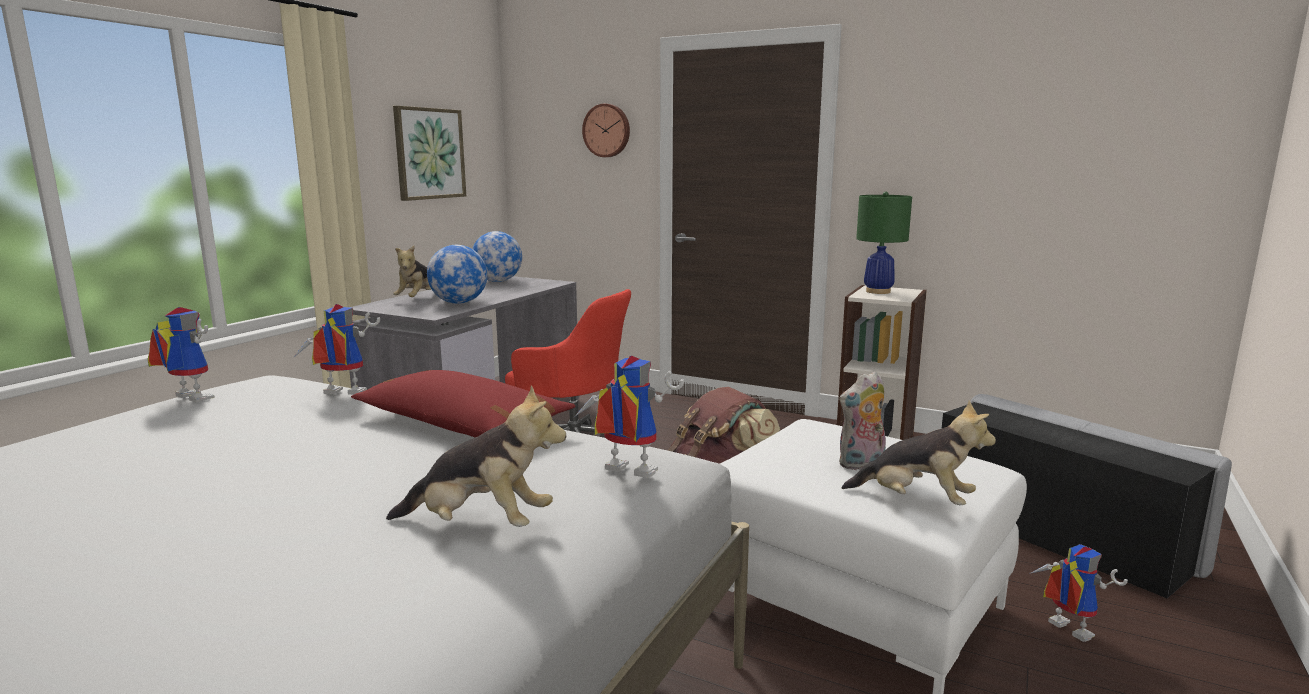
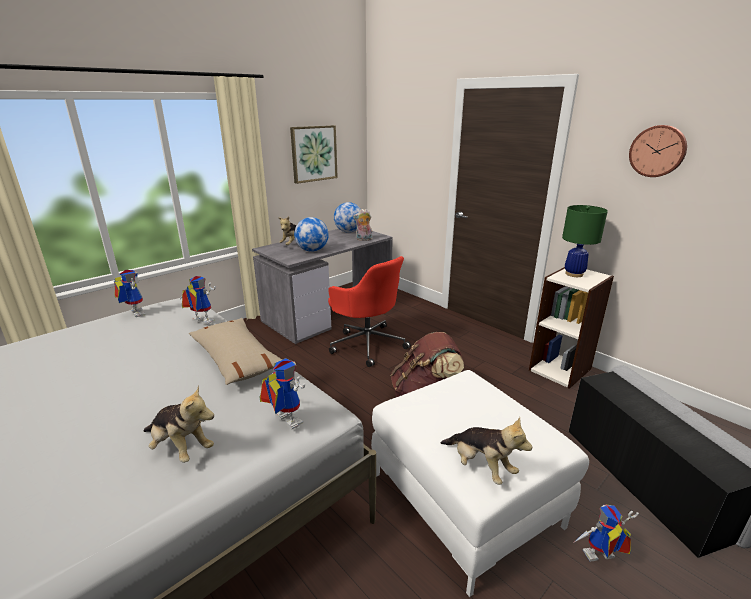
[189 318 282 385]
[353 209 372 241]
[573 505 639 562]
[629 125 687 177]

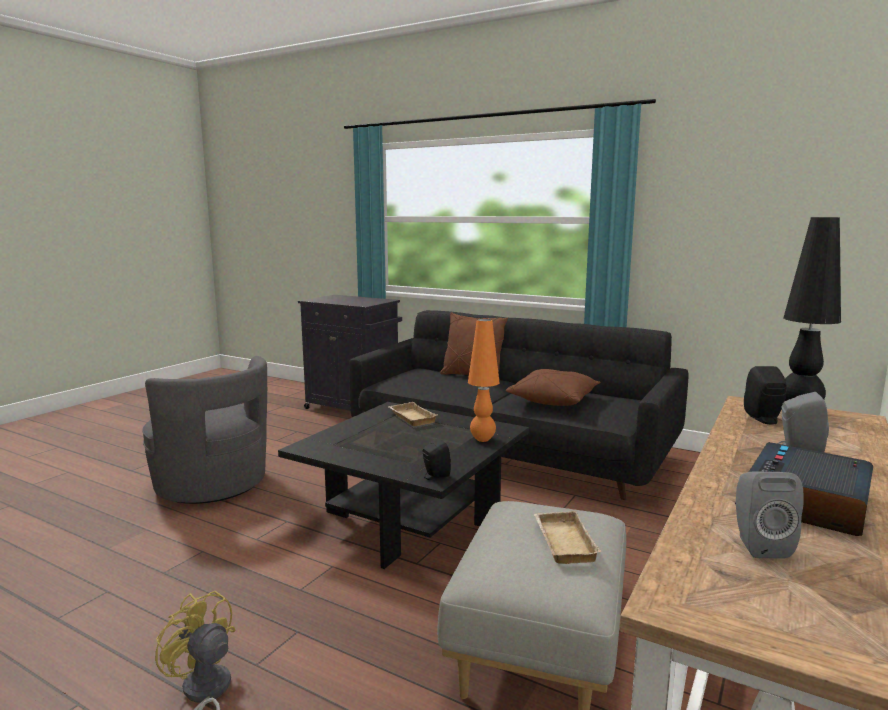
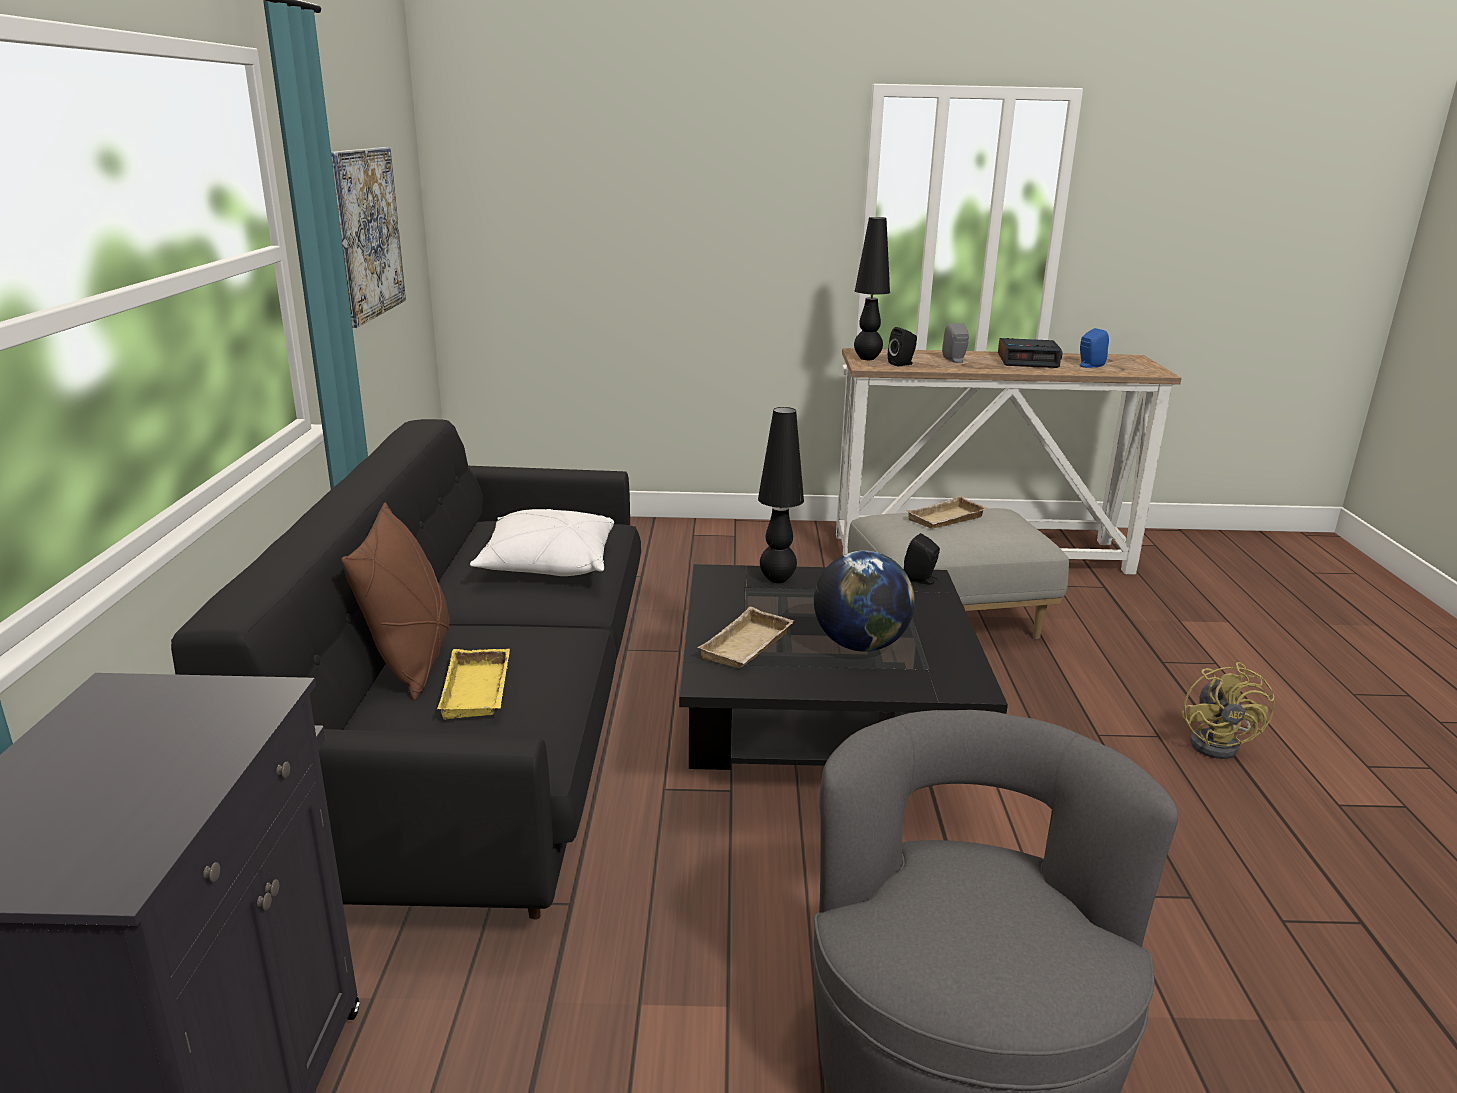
[331 147 406 328]
[437 649 510 719]
[470 509 614 576]
[758 407 804 583]
[814 551 915 652]
[1080 328 1109 368]

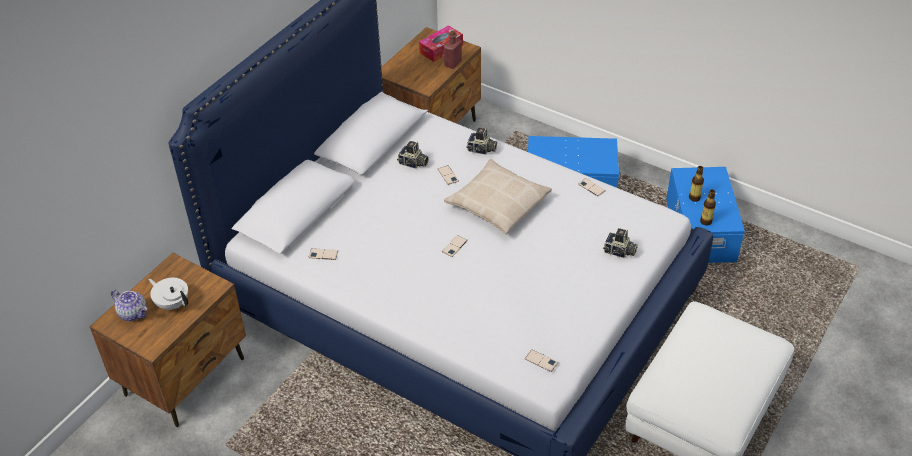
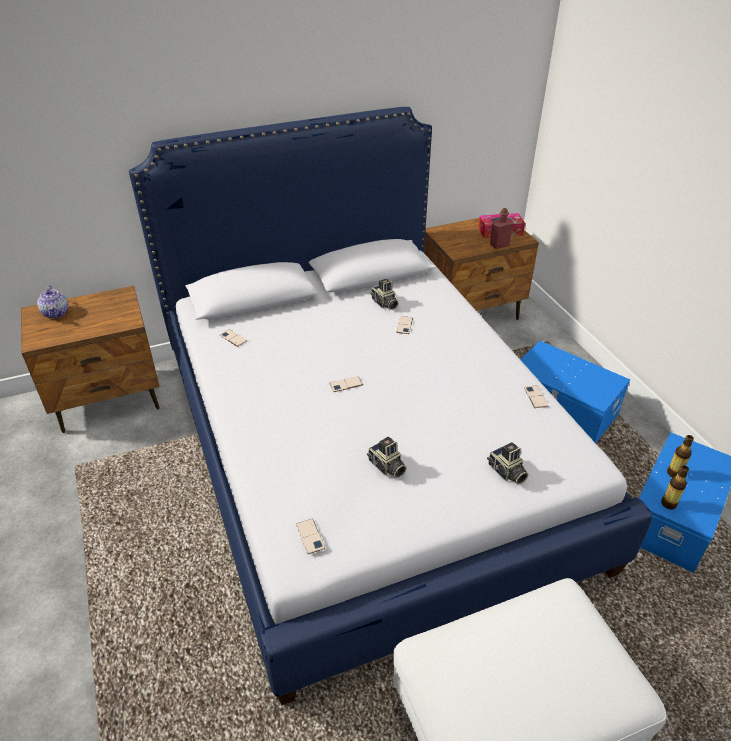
[367 437 407 478]
[149 278 188 310] (first image)
[444 159 552 235] (first image)

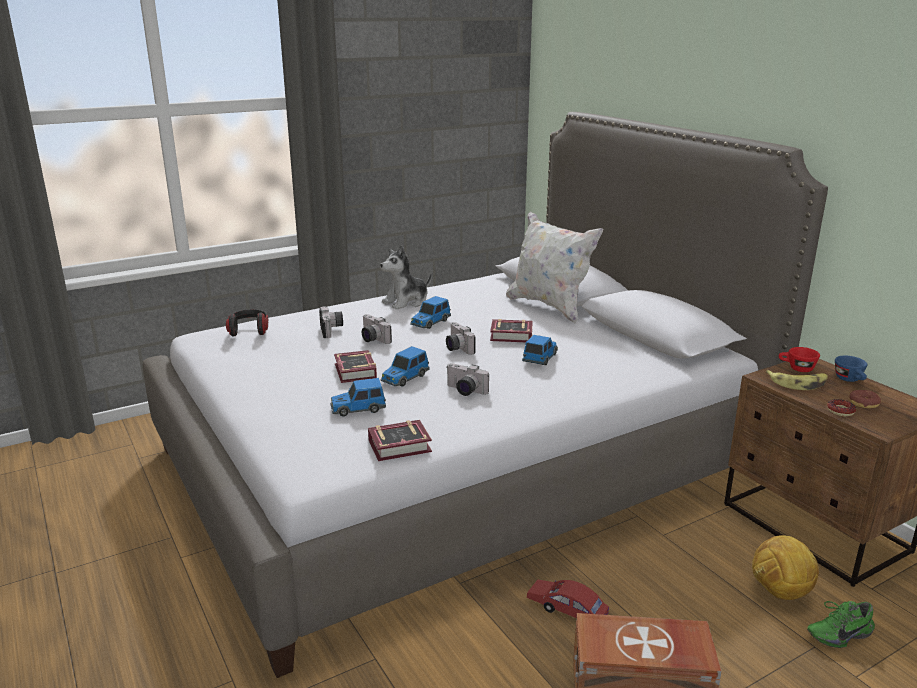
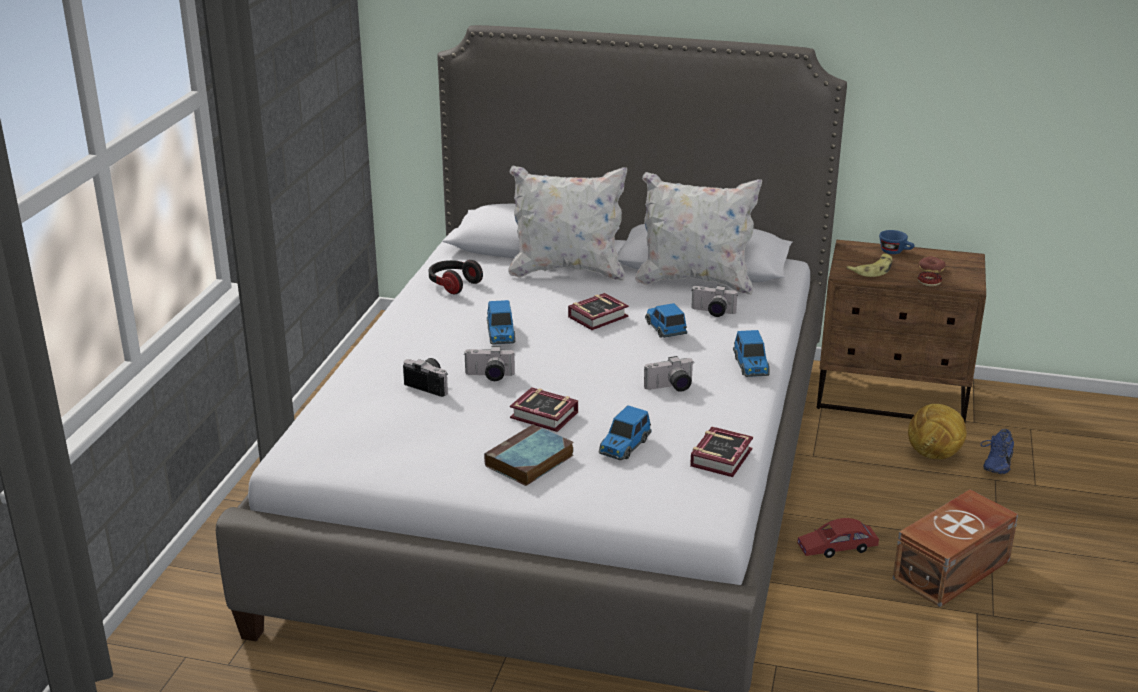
[429 260 483 294]
[484 424 574 486]
[635 172 762 295]
[691 285 737 317]
[733 330 770 377]
[980 429 1014 474]
[380 245 432 310] (first image)
[779 347 820 372] (first image)

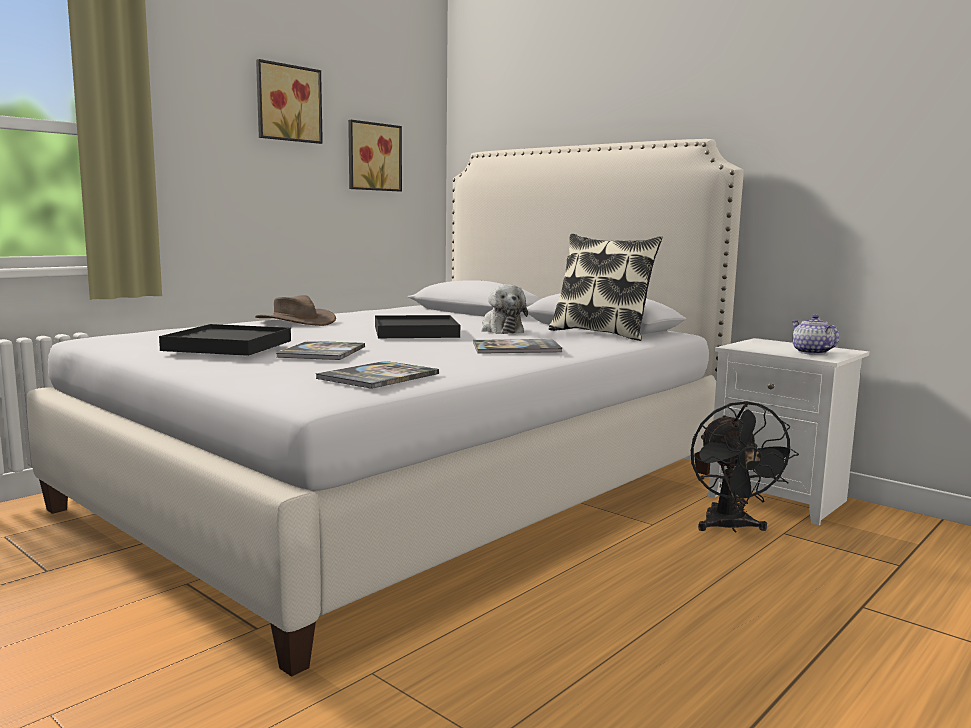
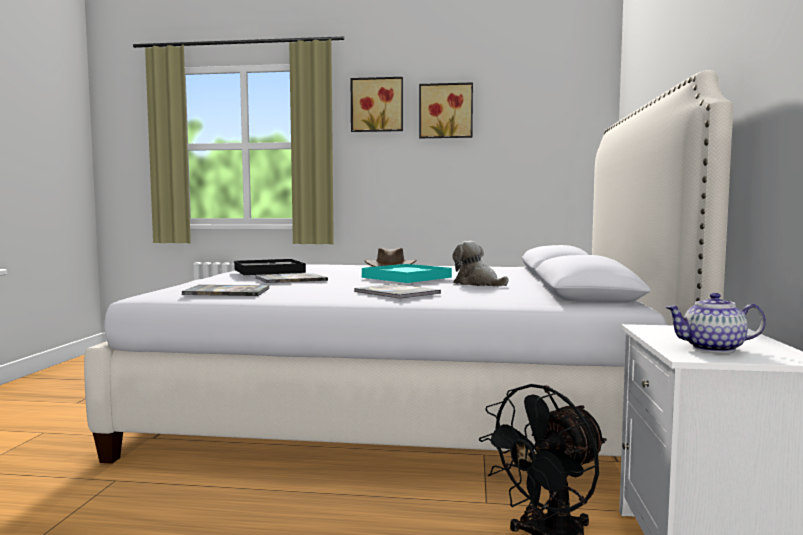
[351 77 403 132]
[362 264 452 283]
[452 241 509 286]
[665 293 766 353]
[549 234 662 341] (first image)

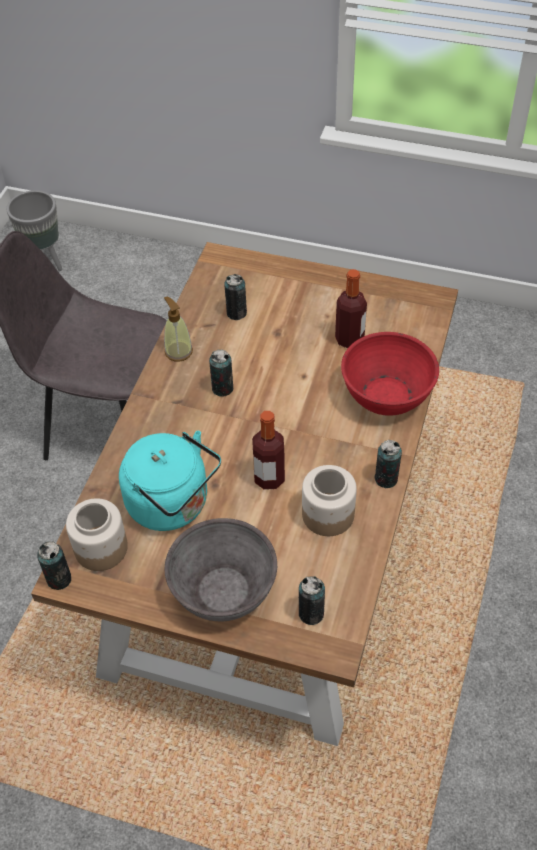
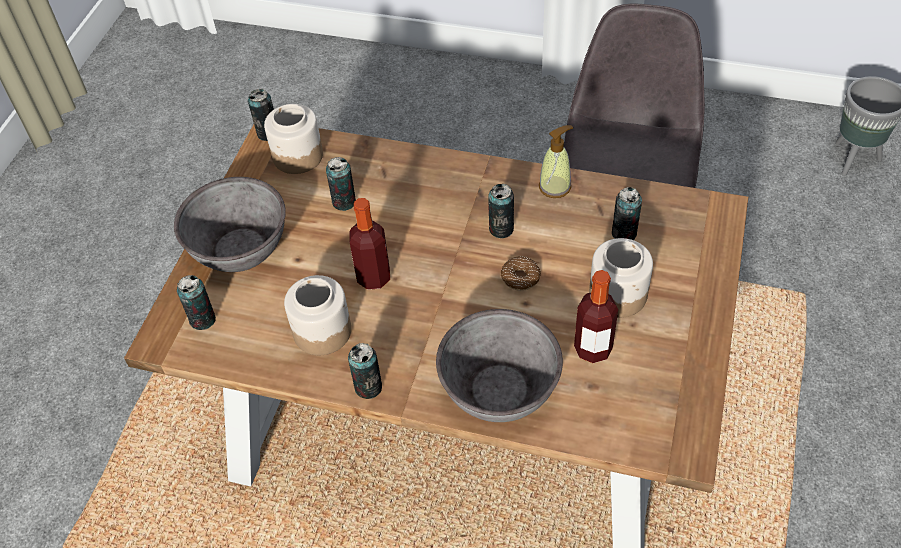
[326 157 356 211]
[436 309 563 422]
[501 256 541 291]
[589 238 653 318]

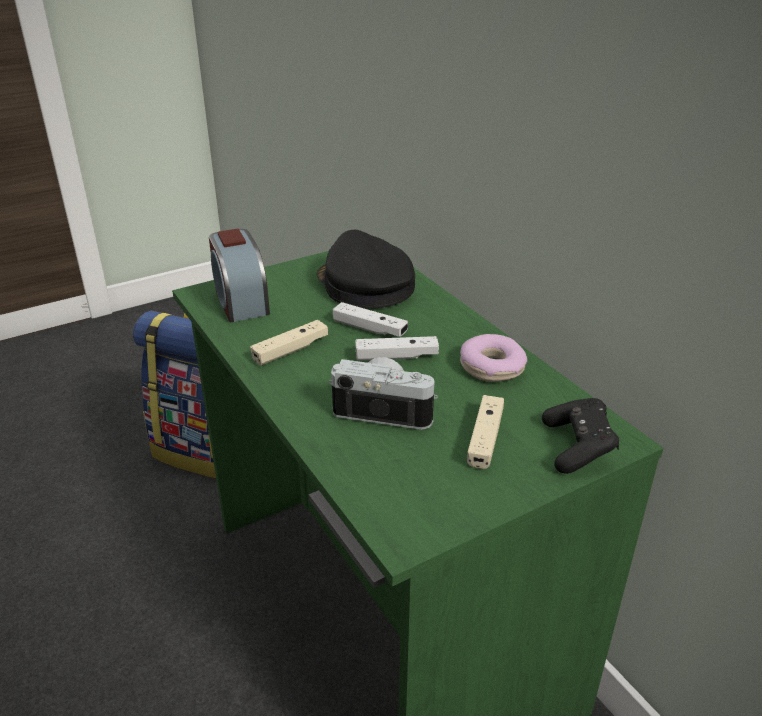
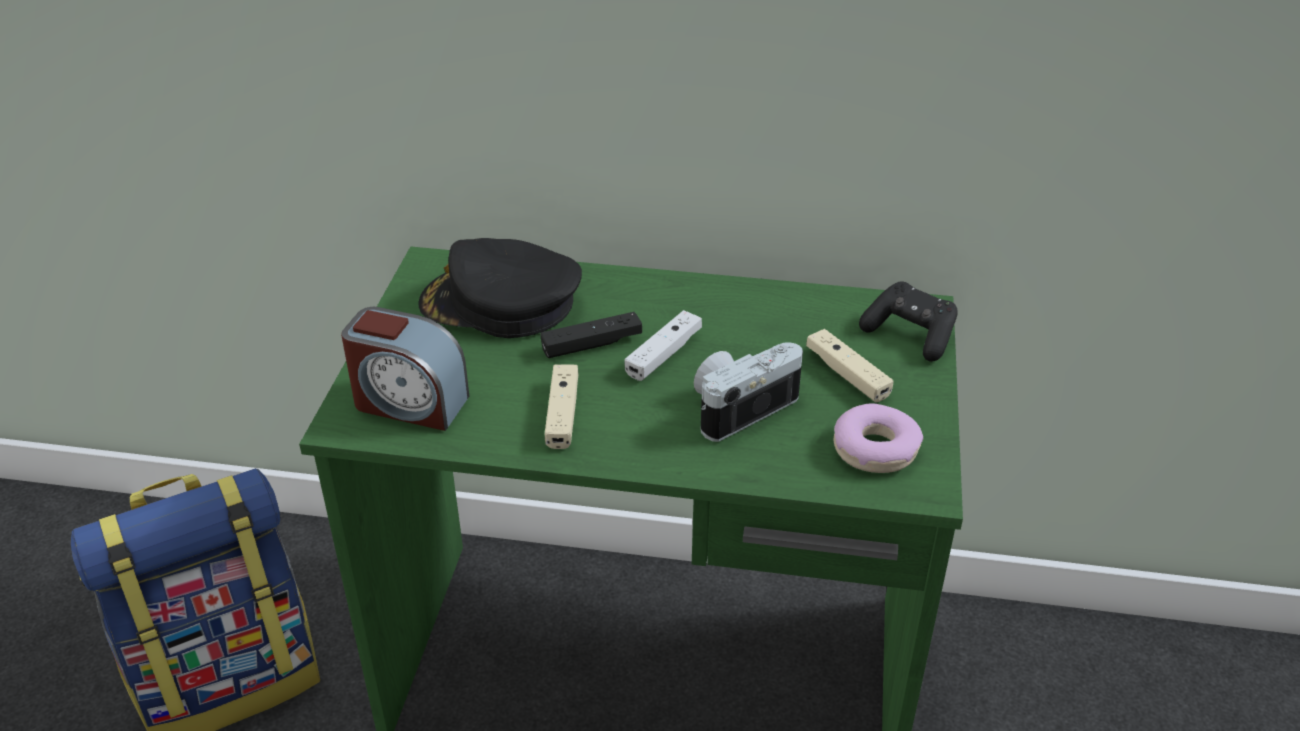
[540 312 642 358]
[834 403 923 473]

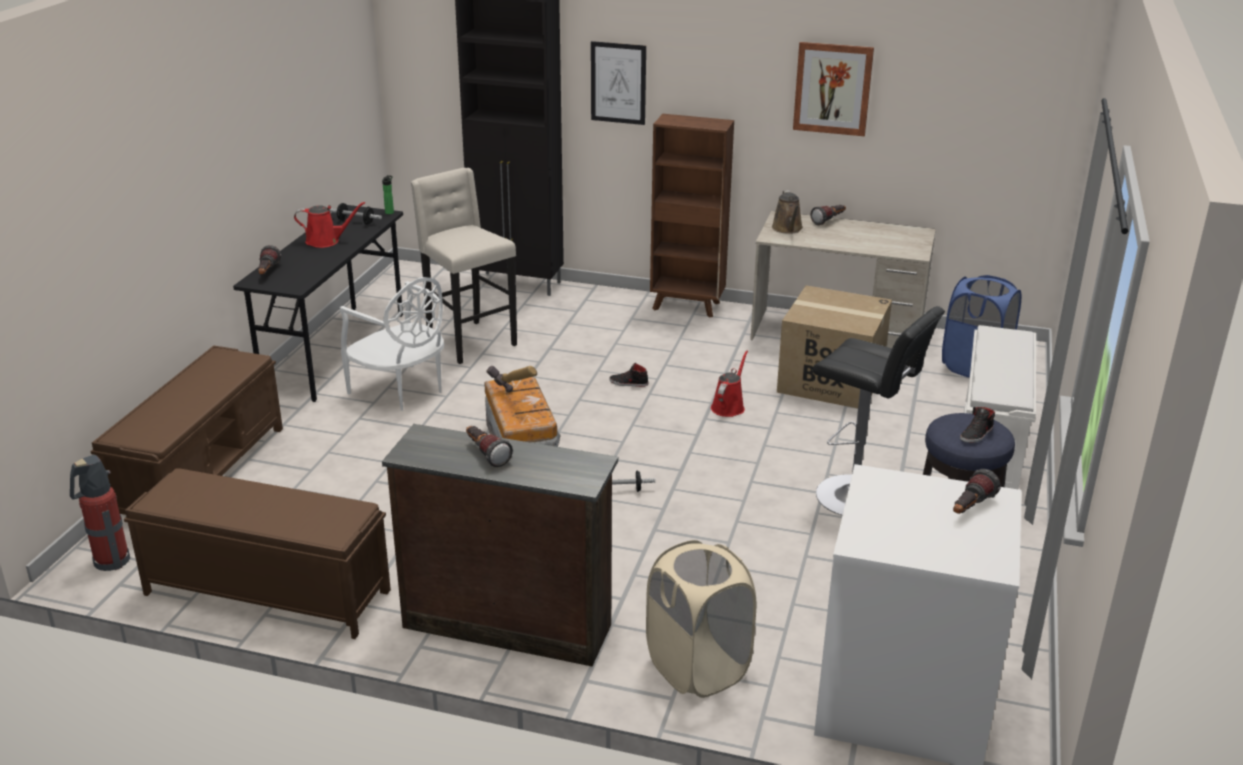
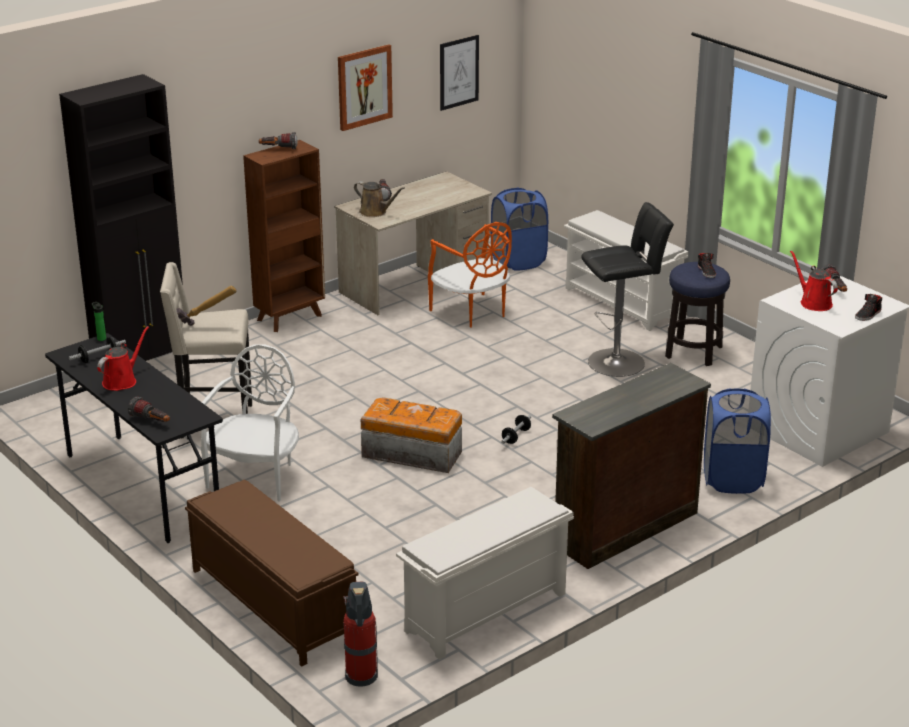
[176 286 237 326]
[201 344 299 502]
[259 132 298 149]
[396 487 574 660]
[428 222 512 328]
[440 35 479 111]
[704 389 771 494]
[790 250 838 311]
[855 294 882 321]

